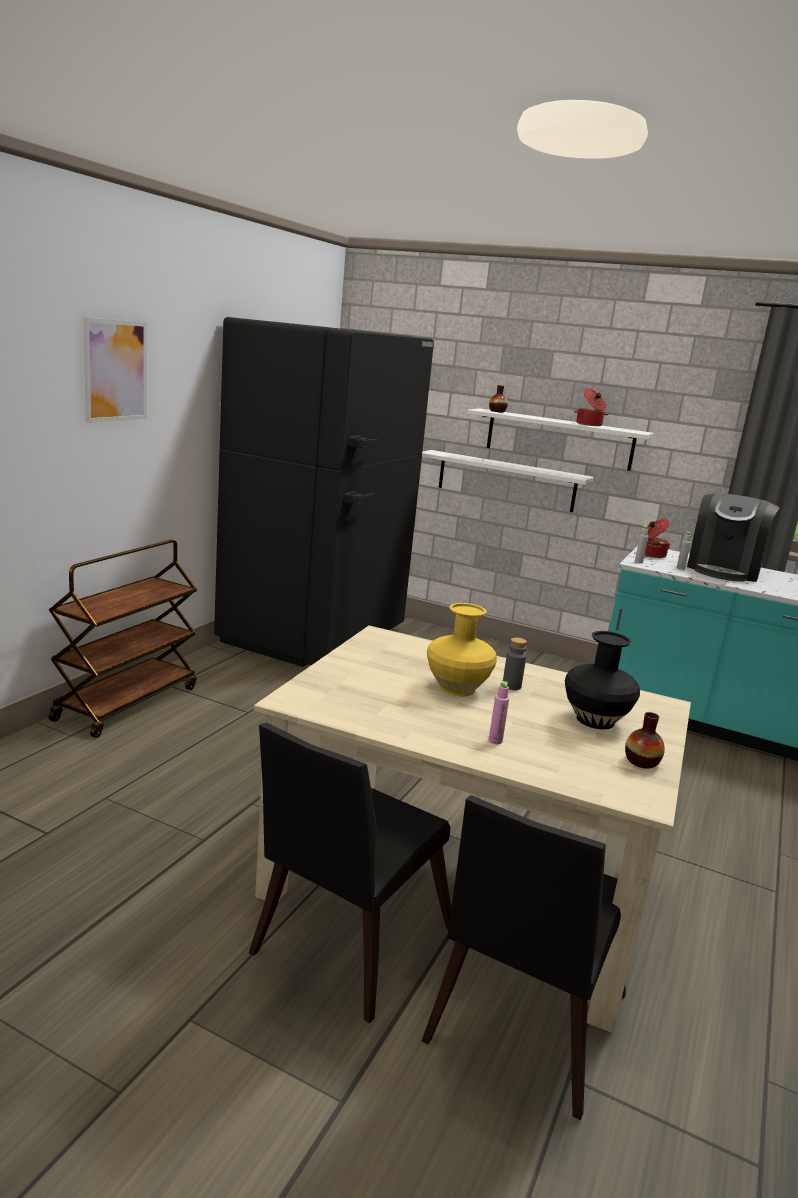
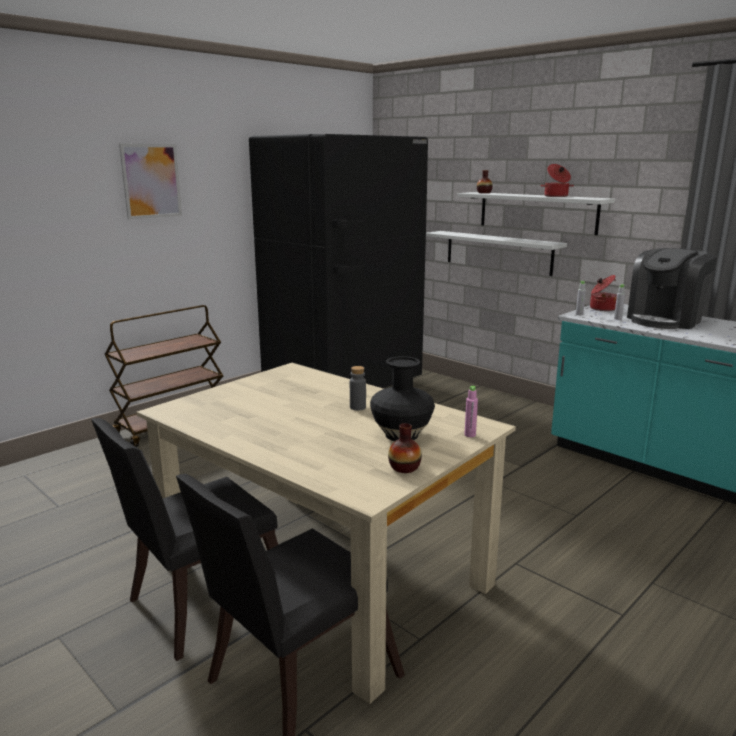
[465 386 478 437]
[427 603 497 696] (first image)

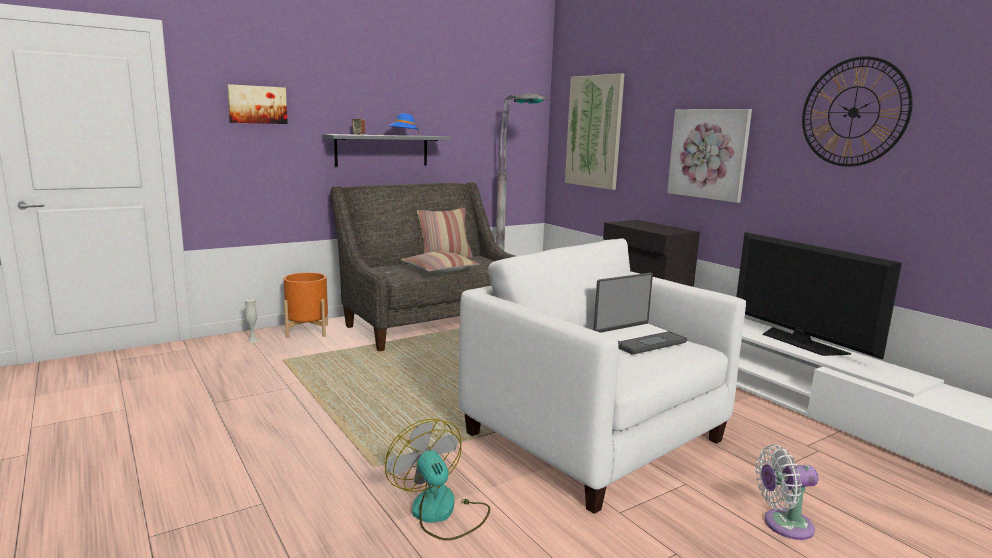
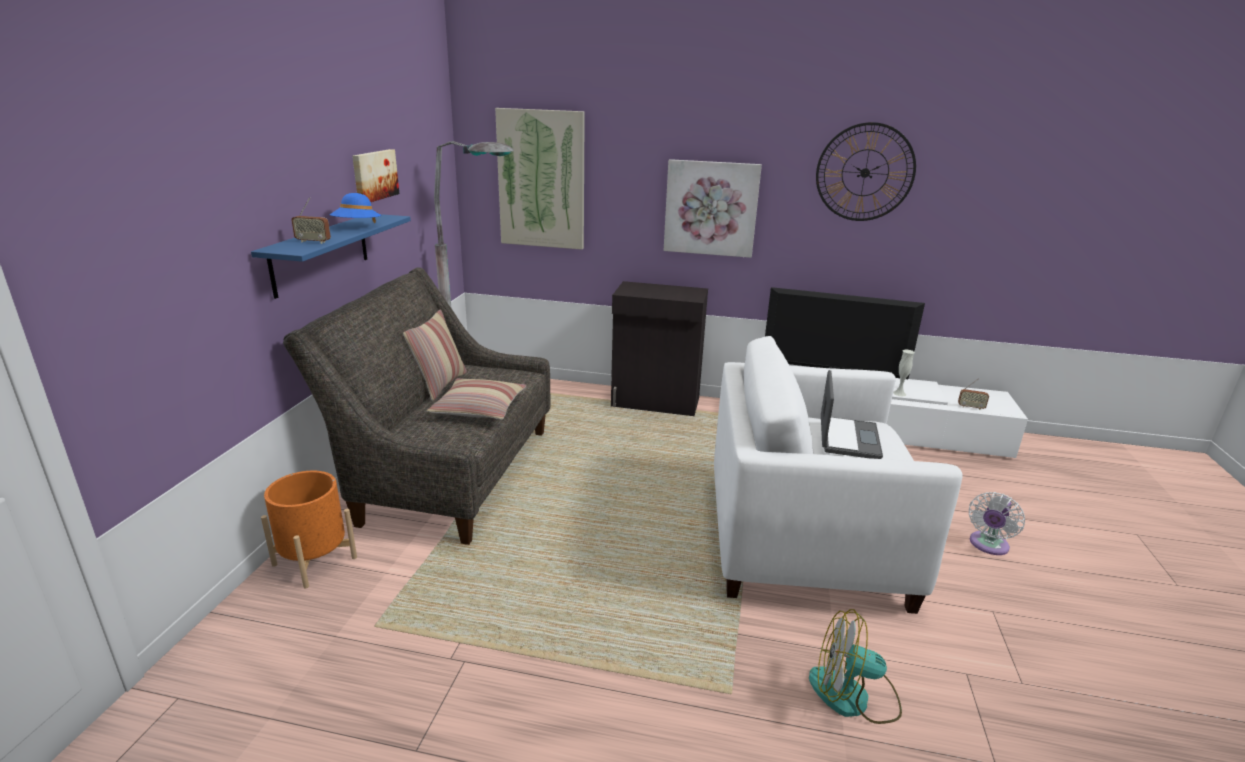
[251 214 411 299]
[352 149 399 202]
[893 350 915 396]
[958 378 989 410]

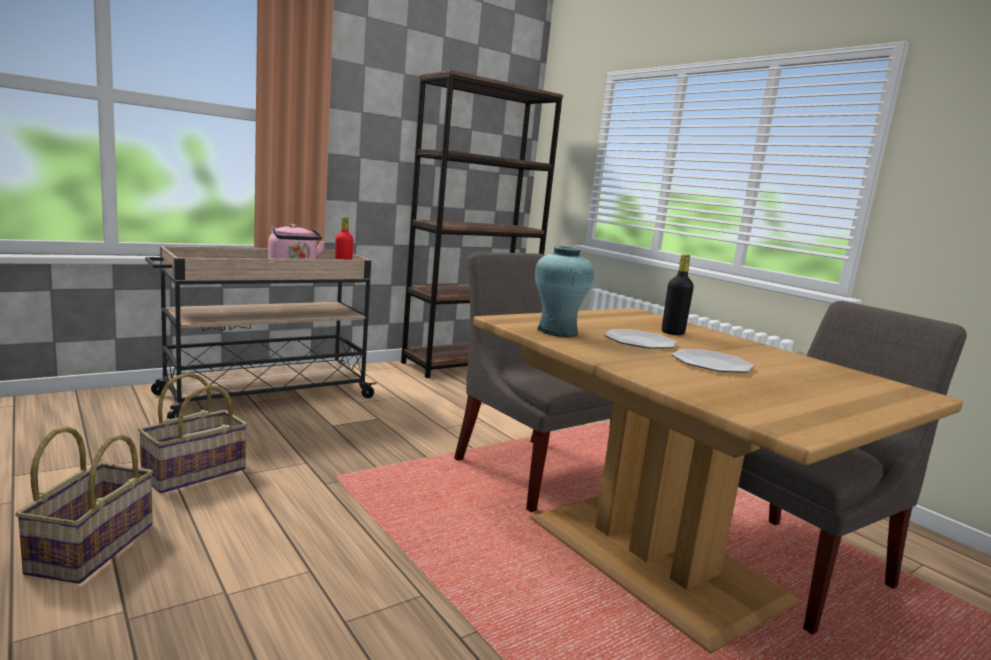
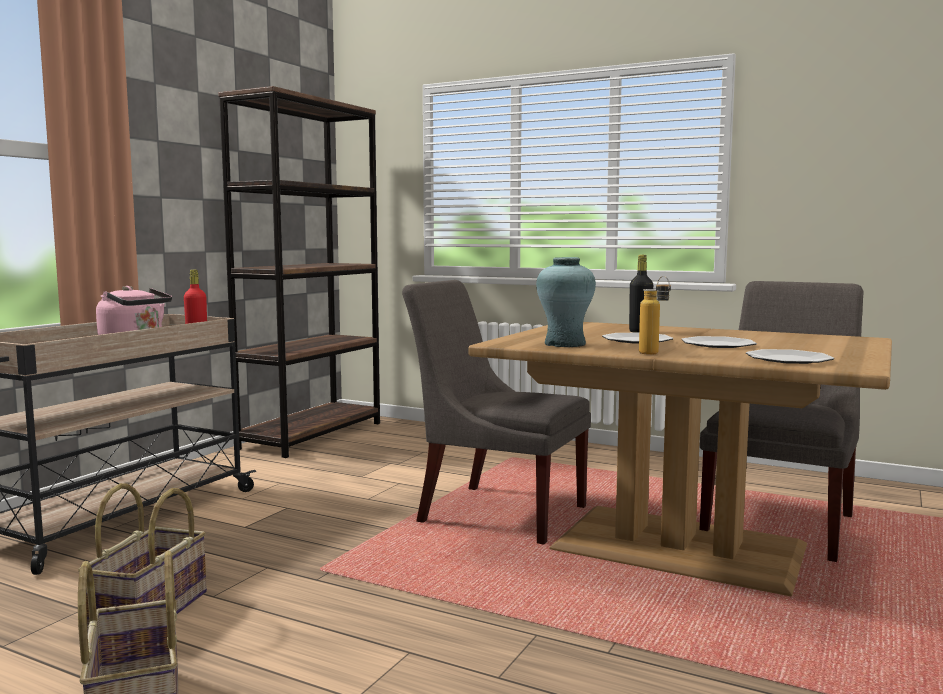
[639 276 671 355]
[746 349 834 364]

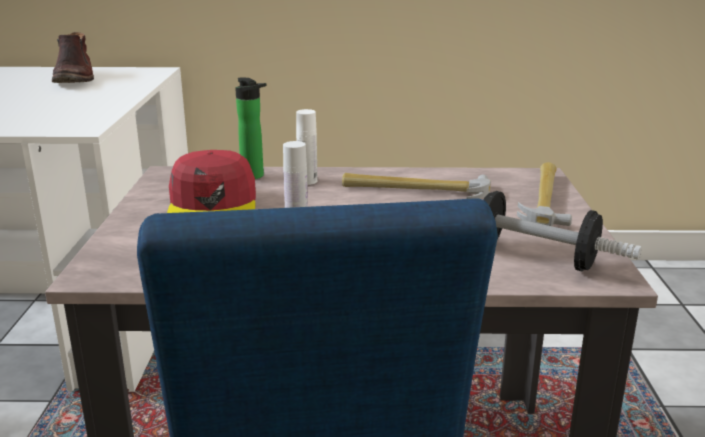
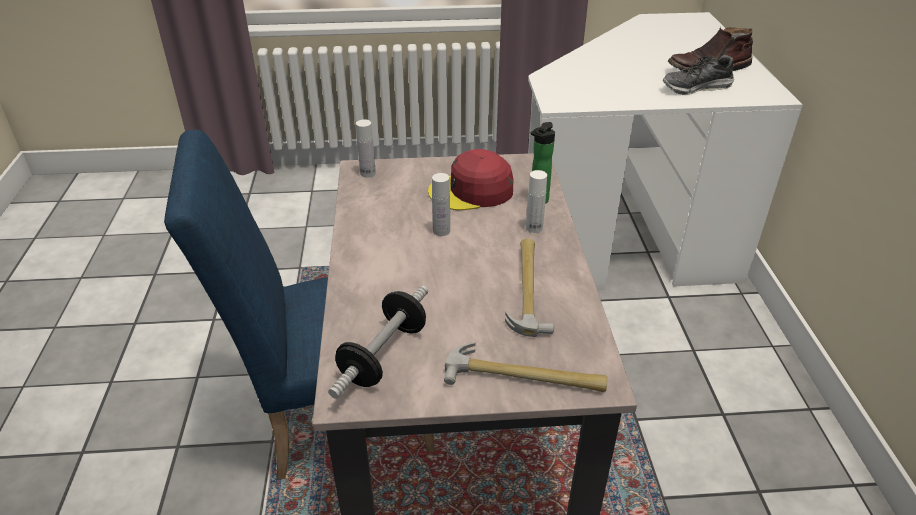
[356 119 376 177]
[663 55 734 95]

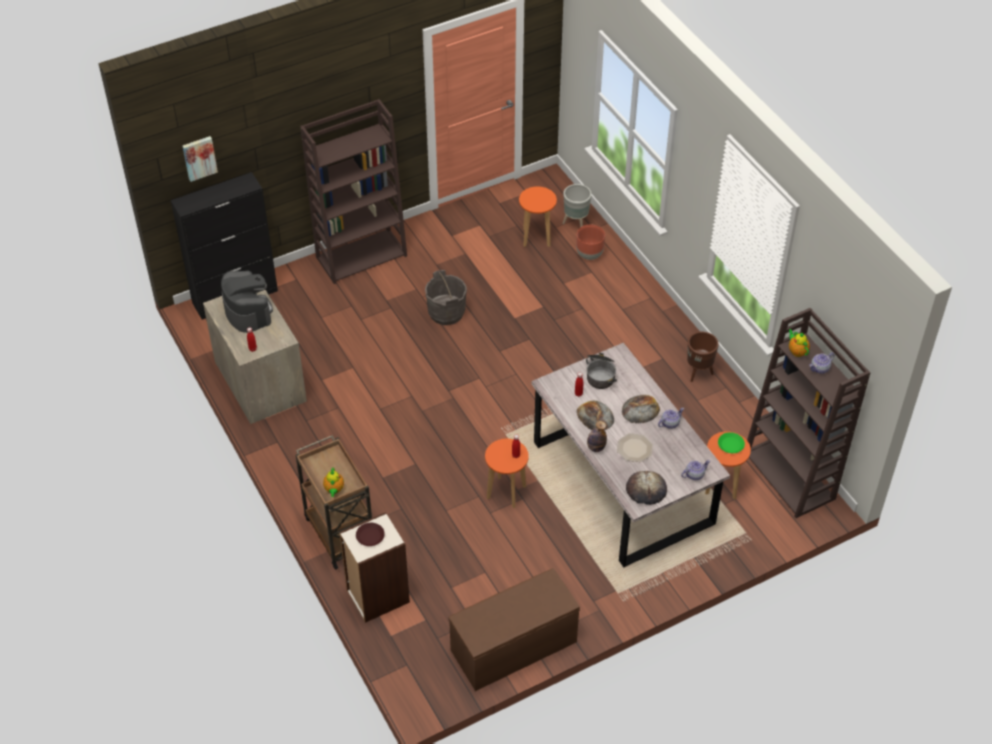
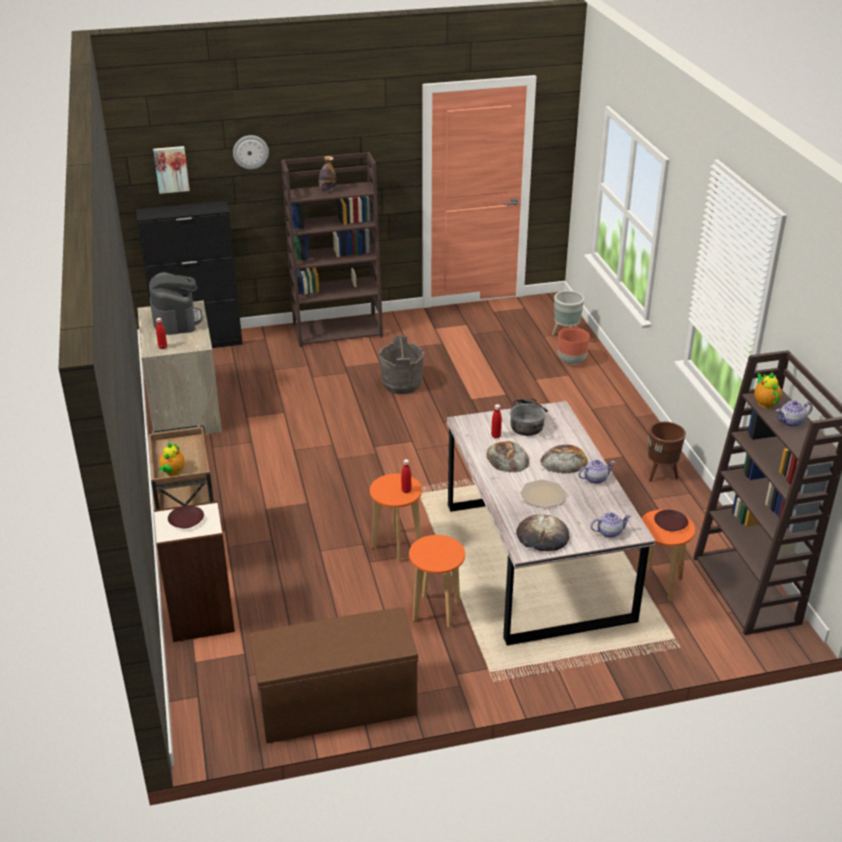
[233 135 269 169]
[319 156 337 192]
[409 535 465 628]
[654 510 688 531]

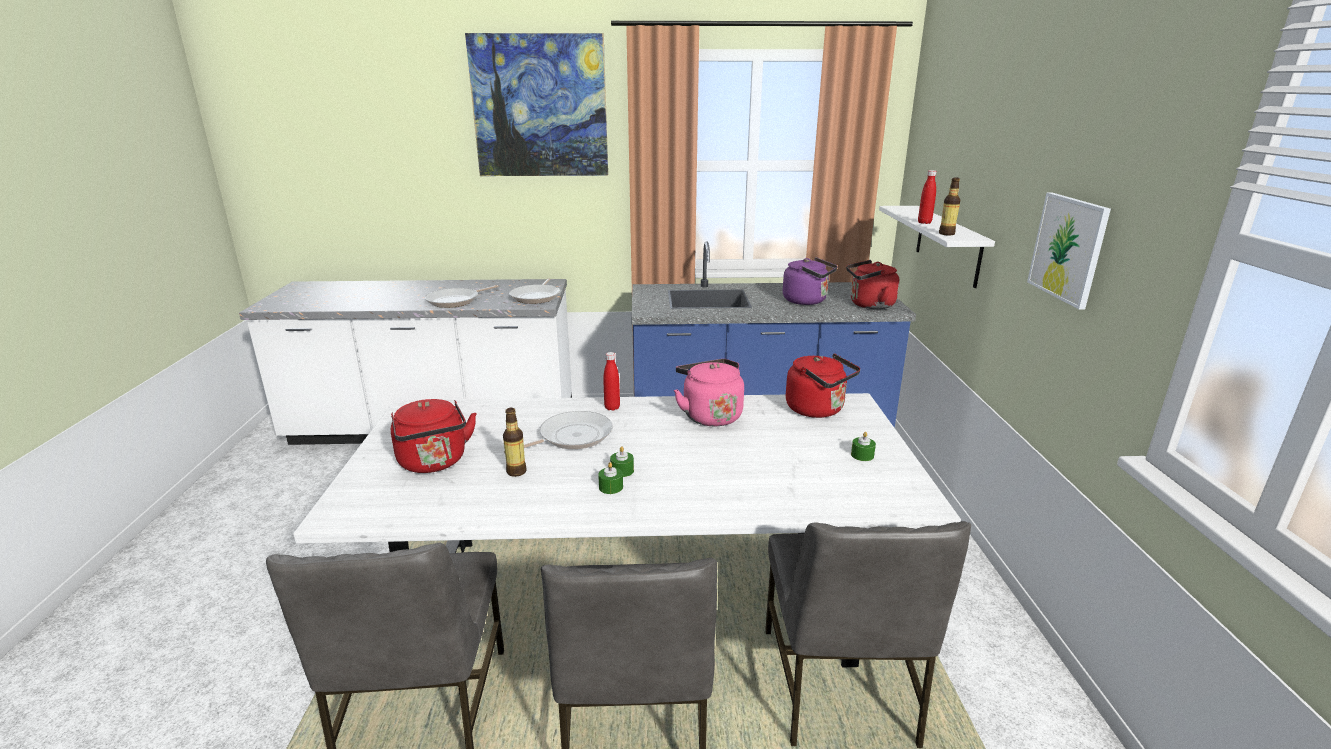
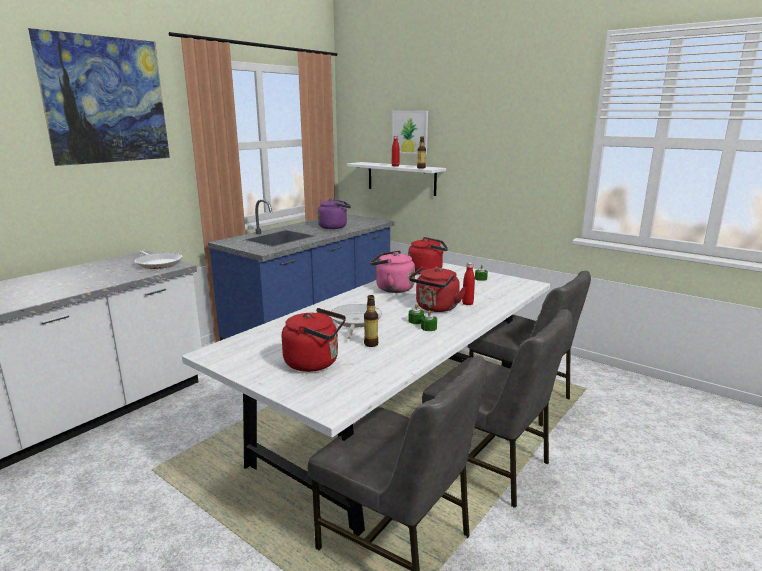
[392 111 428 154]
[409 267 466 312]
[462 262 475 305]
[425 285 499 308] (first image)

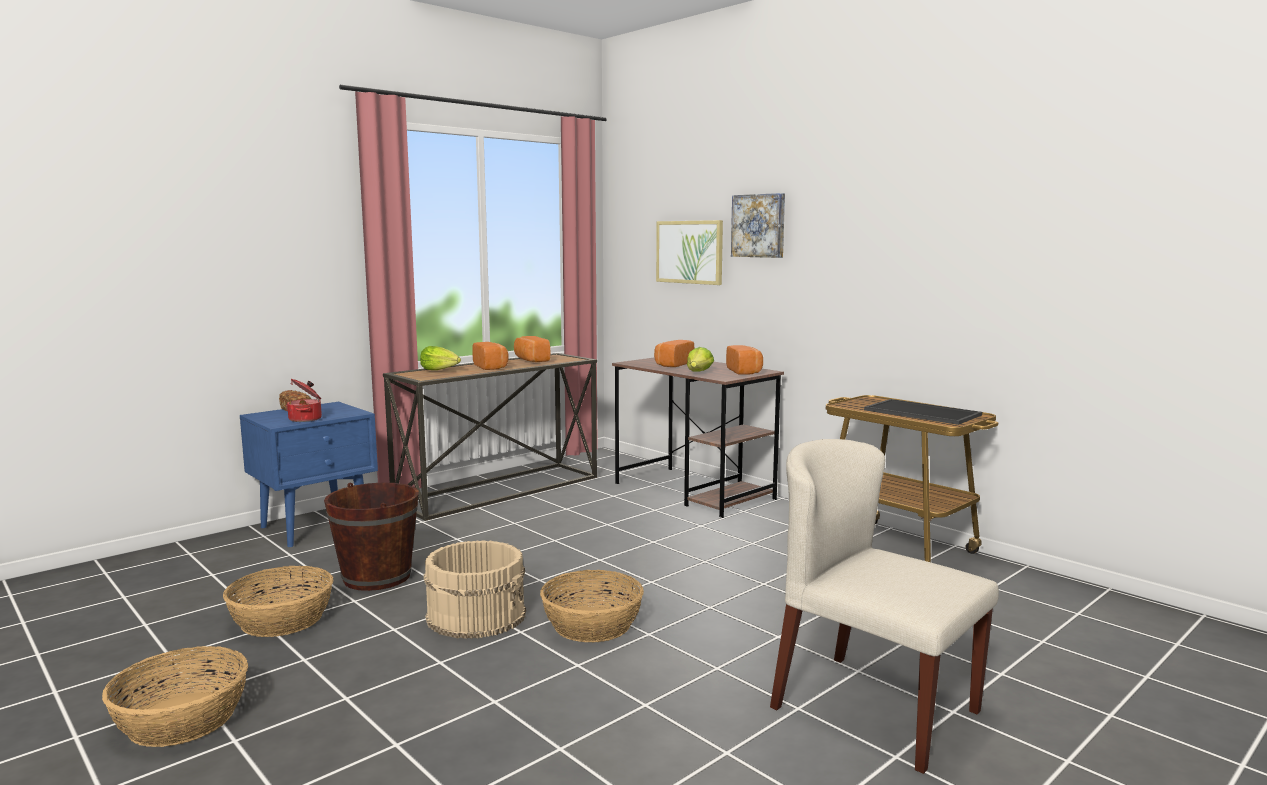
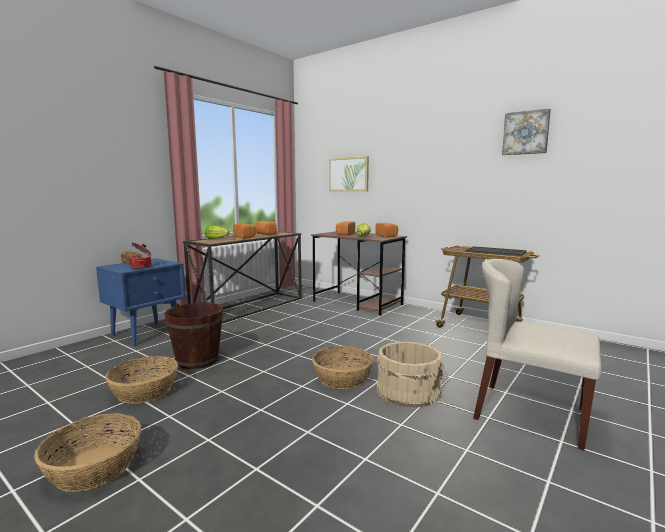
[376 342 445 408]
[502 108 551 155]

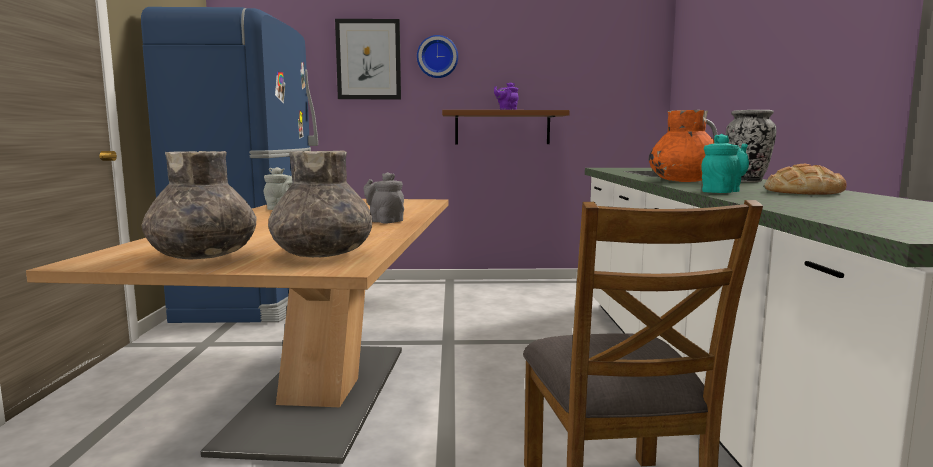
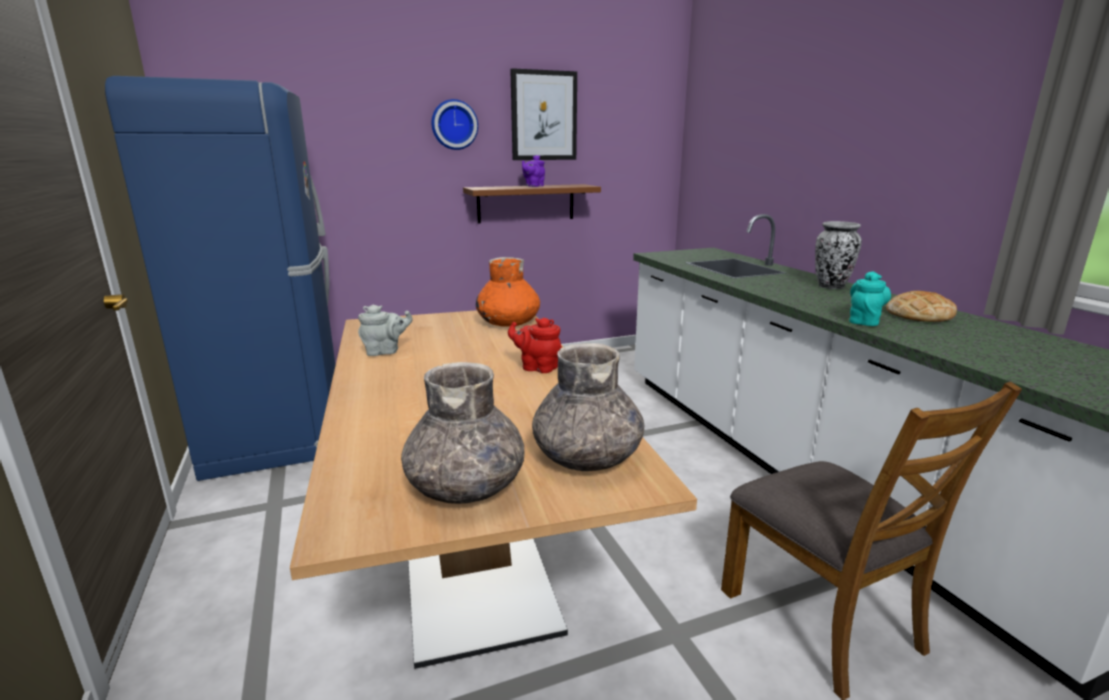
[476 257 540 327]
[508 318 562 373]
[510 68 577 160]

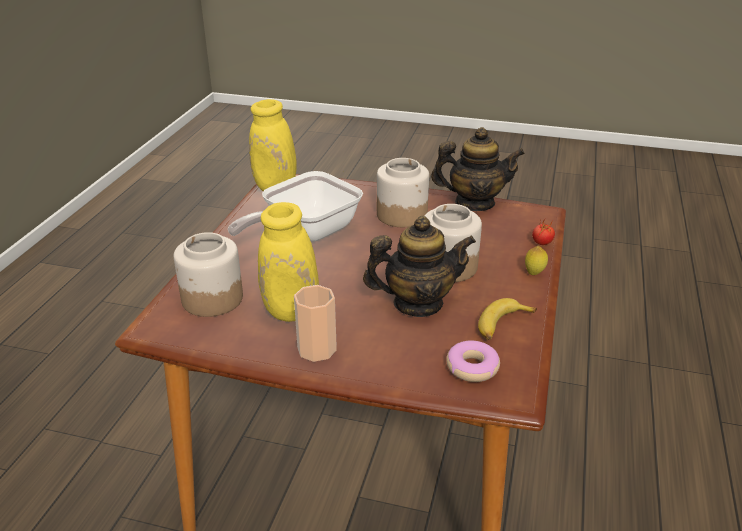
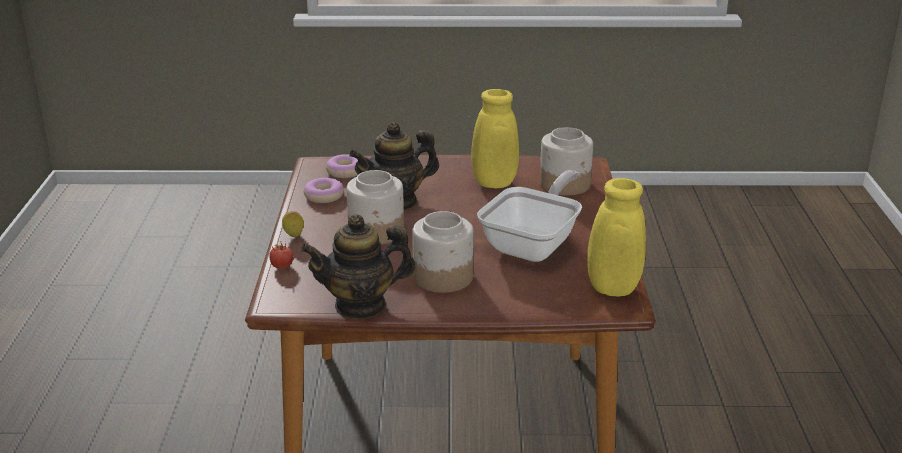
[304 178 344 203]
[294 285 337 362] (first image)

